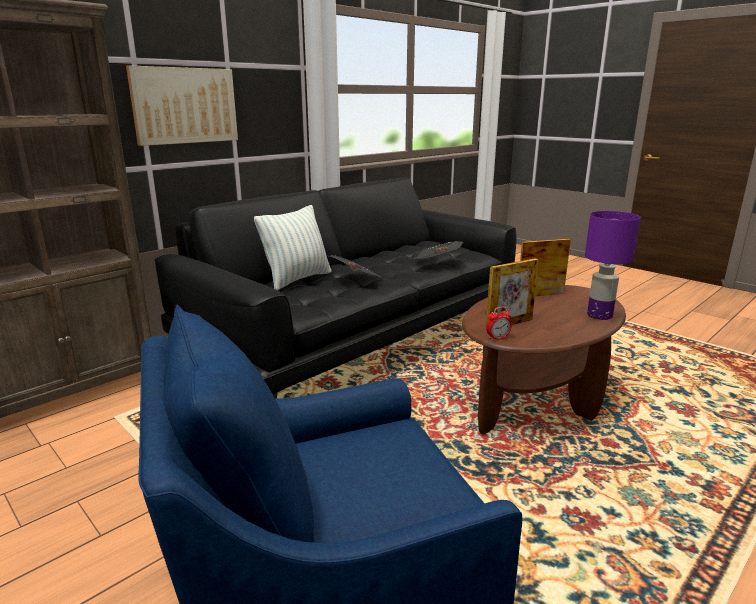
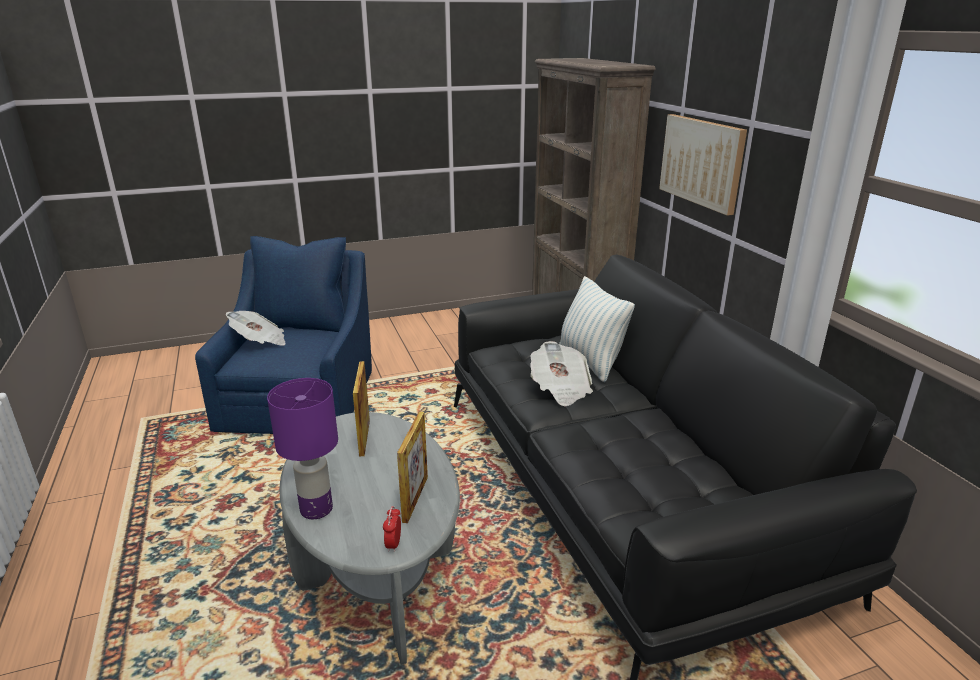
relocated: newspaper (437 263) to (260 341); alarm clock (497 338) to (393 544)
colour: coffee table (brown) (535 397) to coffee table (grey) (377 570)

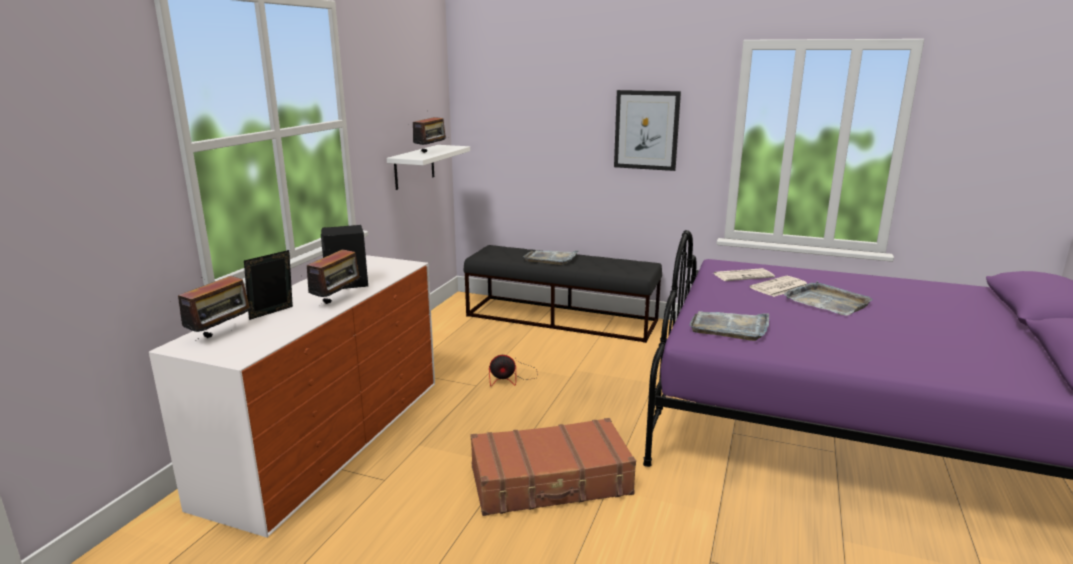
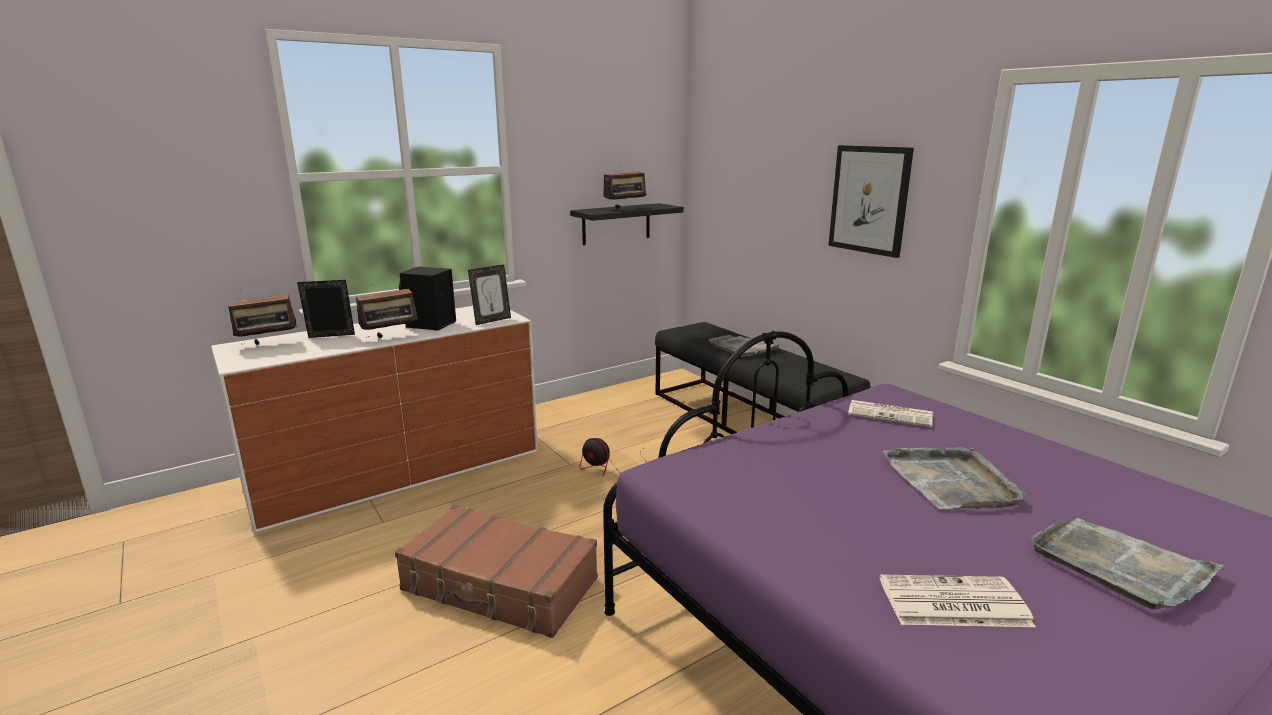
appeared: picture frame (492 320)
relocated: newspaper (779 287) to (952 603); tray (grey) (729 327) to (1119 565)
colour: shelf (white) (414 167) to shelf (black) (616 224)

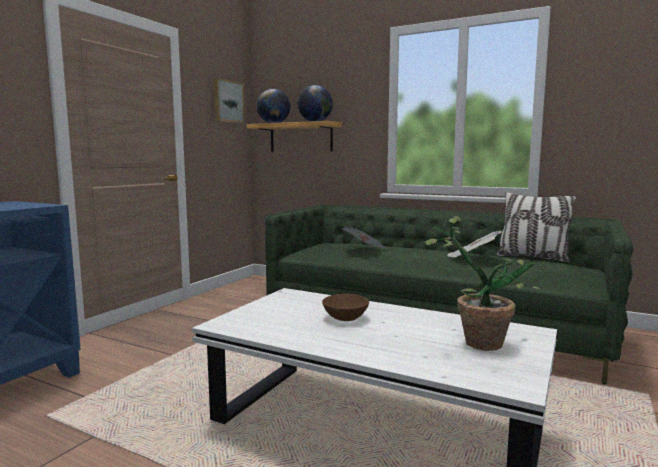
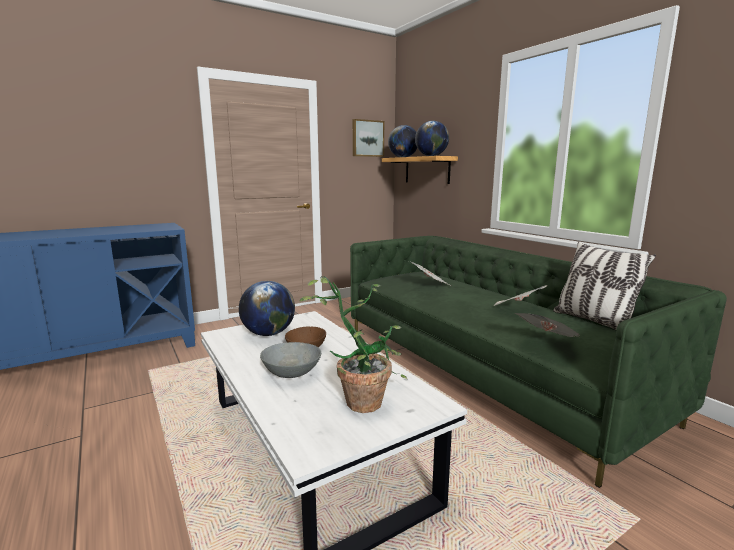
appeared: globe (268 334); bowl (grey) (291 373); newspaper (547 342)

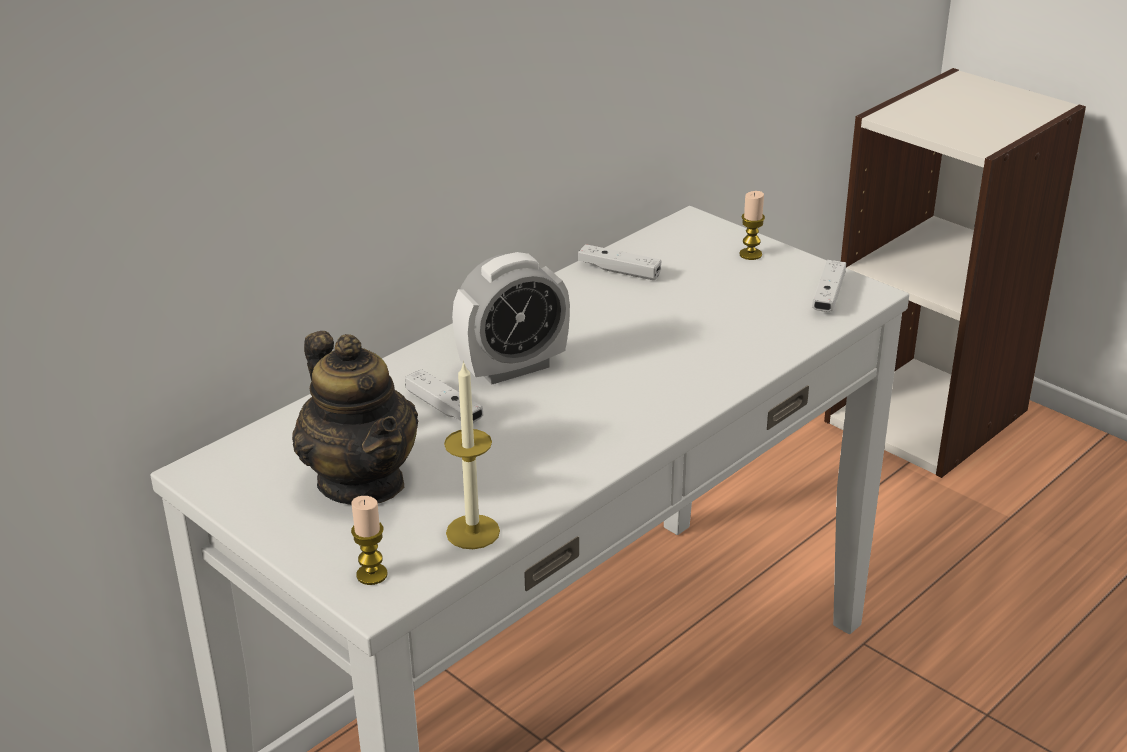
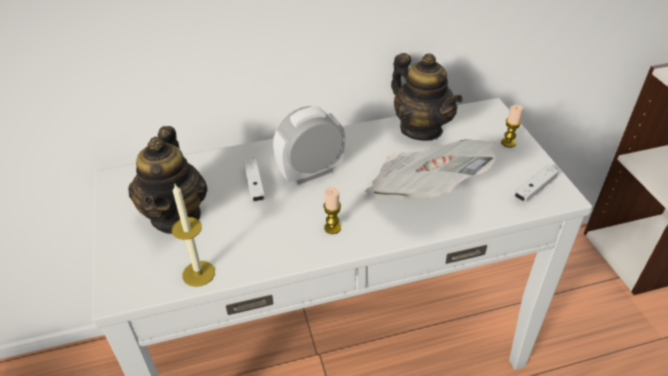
appeared: newspaper (424 191)
relocated: candle (372 575) to (332 228)
exchanged: game controller (white) (619 271) to teapot (421 129)
spun: alarm clock (513 368) = (311 172) 150 degrees clockwise

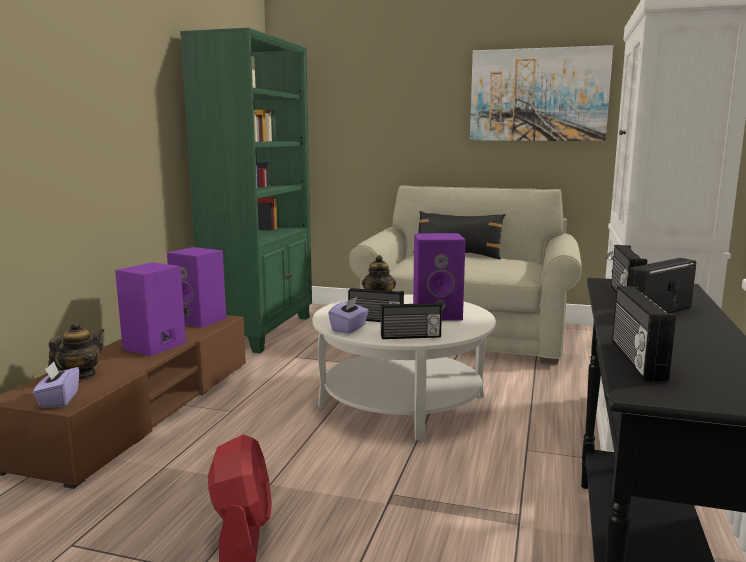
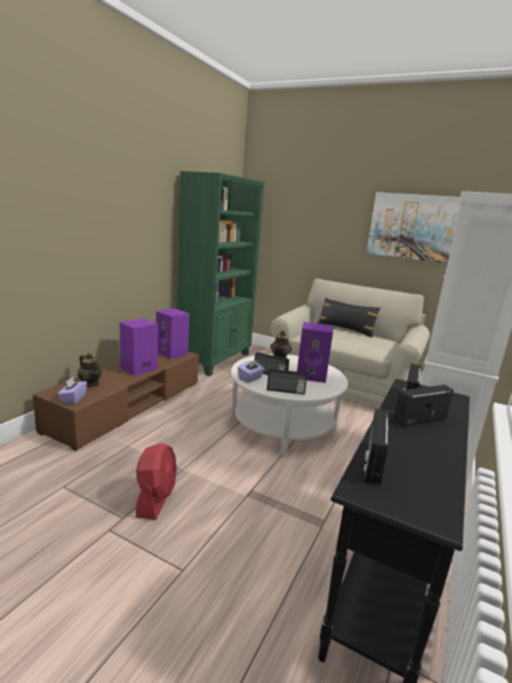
spun: teapot (80 376) = (90 384) 90 degrees clockwise

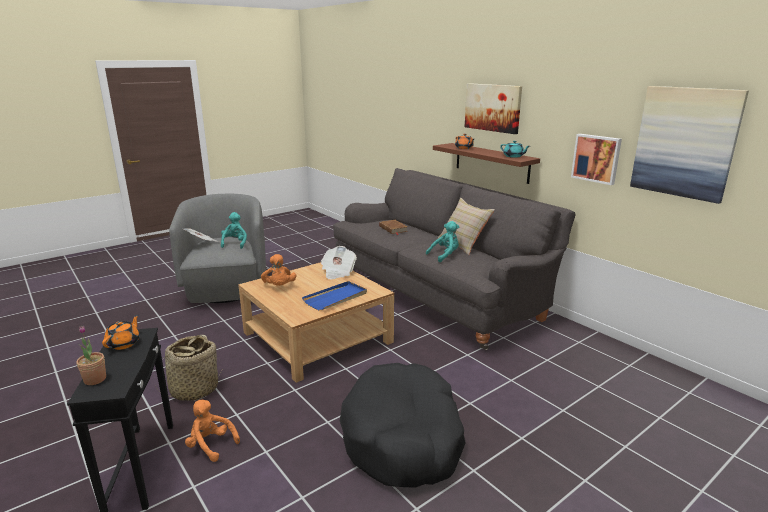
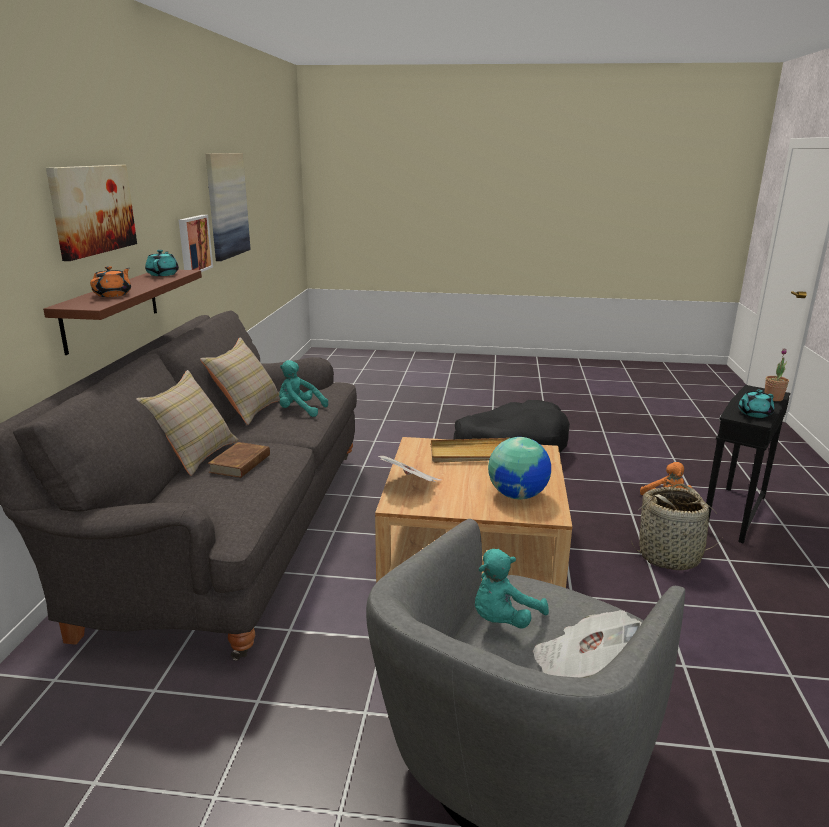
appeared: pillow (beige) (194 455)
exchanged: plush toy (orange) (279 286) to globe (518 495)
colour: tray (blue) (336 298) to tray (beige) (471 454); teapot (orange) (124 343) to teapot (turquoise) (754 414)

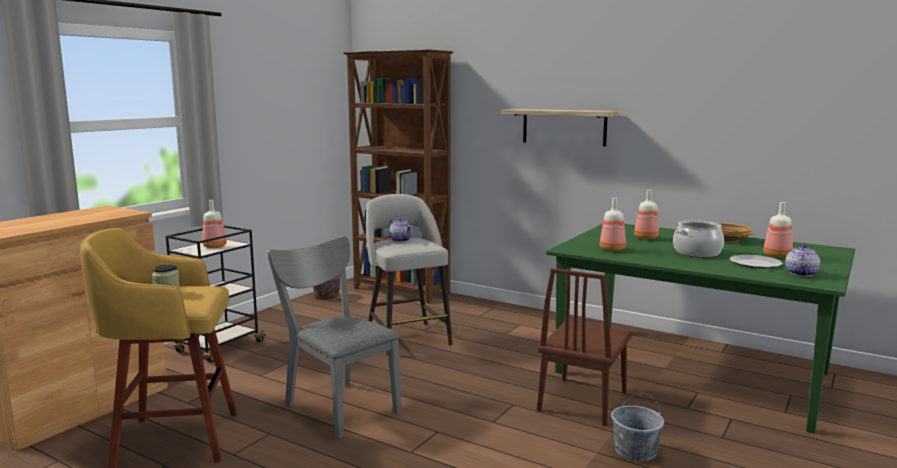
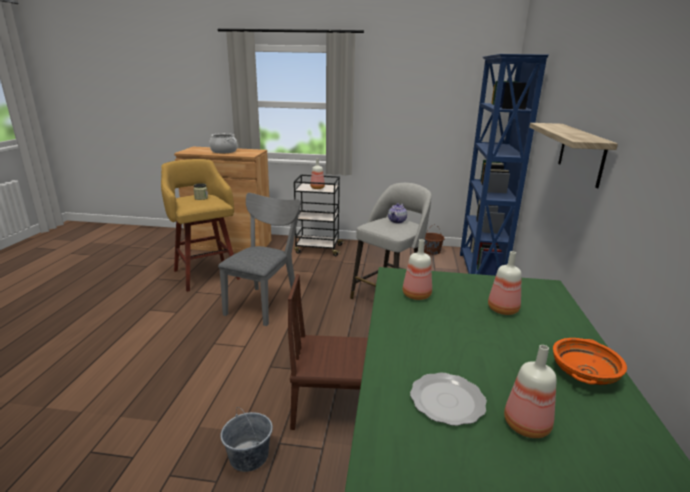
missing: teapot (800 273)
relocated: cooking pot (697 253) to (223 151)
colour: bookcase (brown) (401 291) to bookcase (blue) (479 271); bowl (beige) (728 240) to bowl (orange) (583 373)

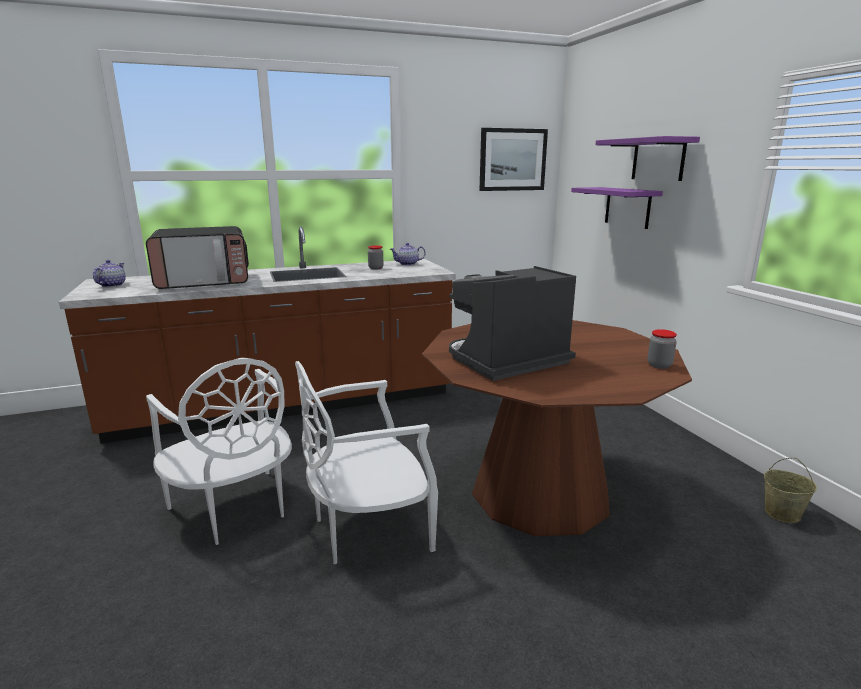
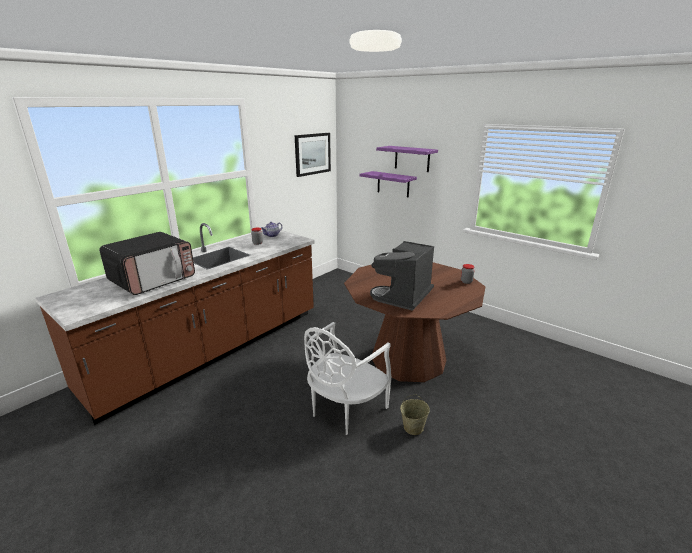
missing: teapot (112 285); chair (white) (235 509)
relocated: bucket (beige) (782 513) to (413 427)

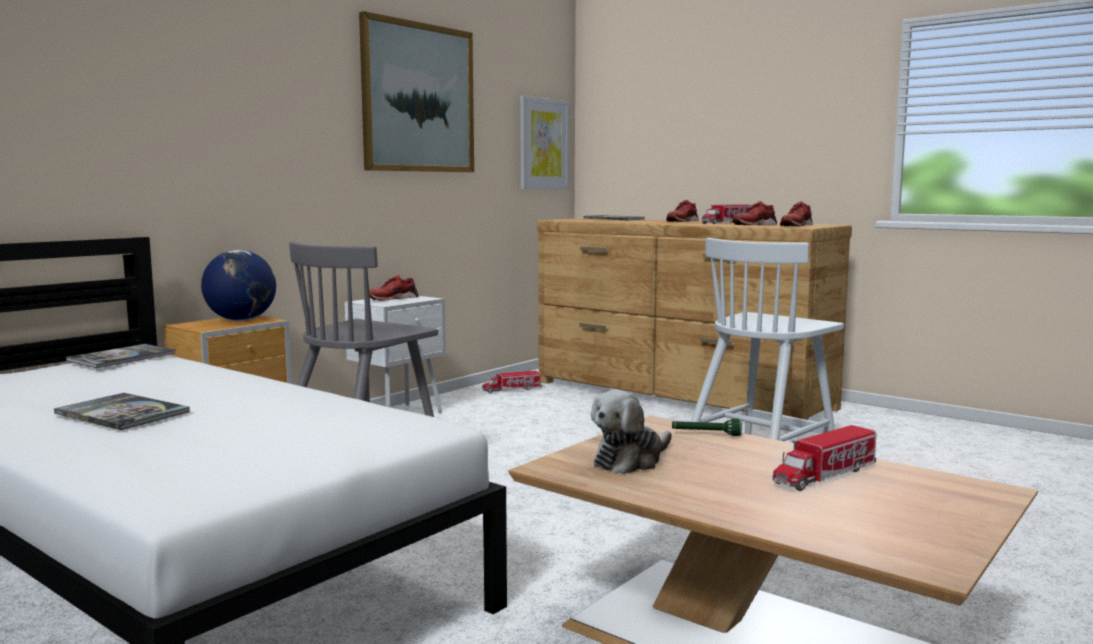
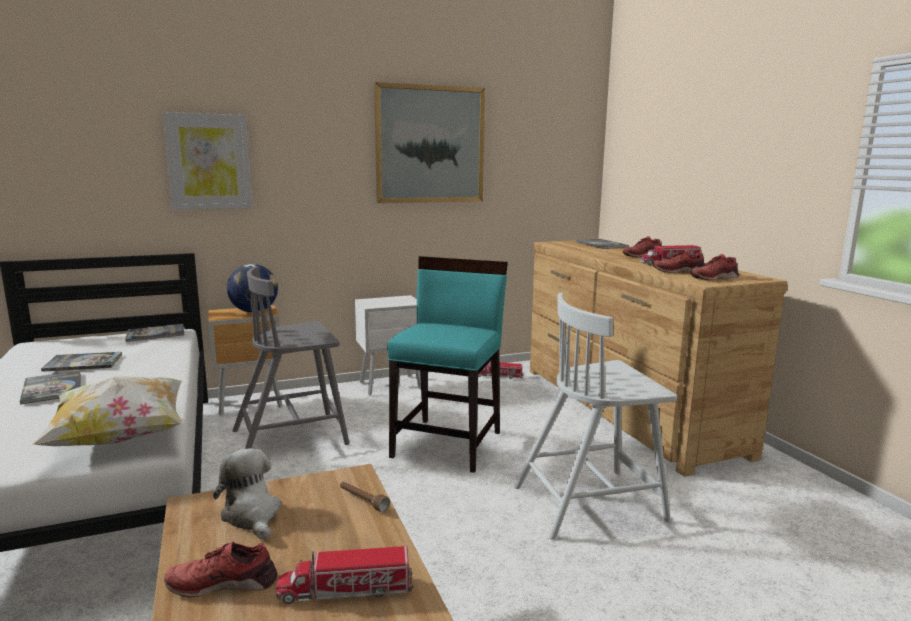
appeared: pillow (121 437); book (83 363); chair (turquoise) (448 444)
relocated: picture (543 144) to (209 162); shoe (red) (392 298) to (223 582)
colour: flashlight (green) (706 434) to flashlight (brown) (362 501)
spun: plush toy (630 460) = (252 515) 75 degrees clockwise

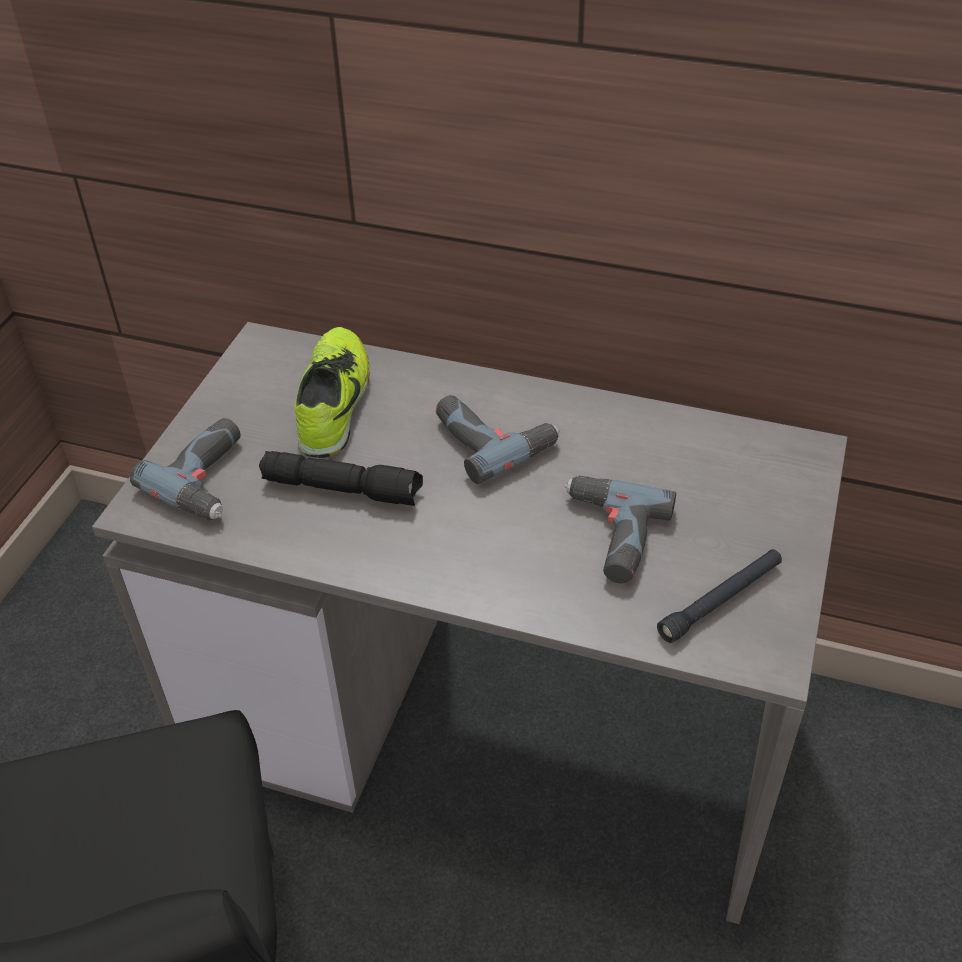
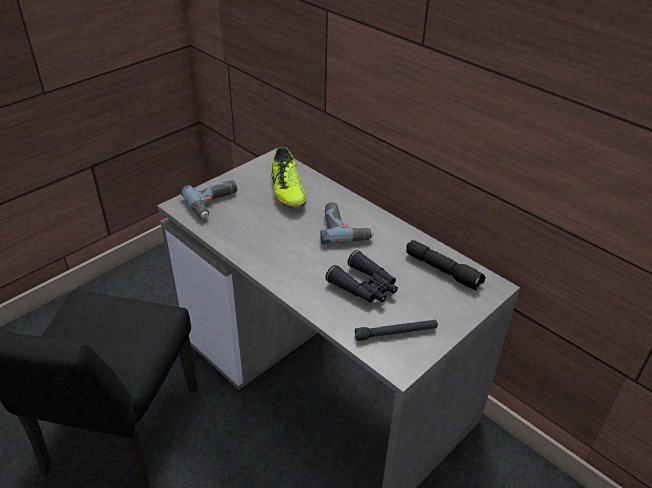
relocated: flashlight (black) (344 488) to (443 270)
exchanged: power drill (608 536) to binoculars (black) (364 286)
spun: shoe (334 402) = (287 191) 135 degrees clockwise

